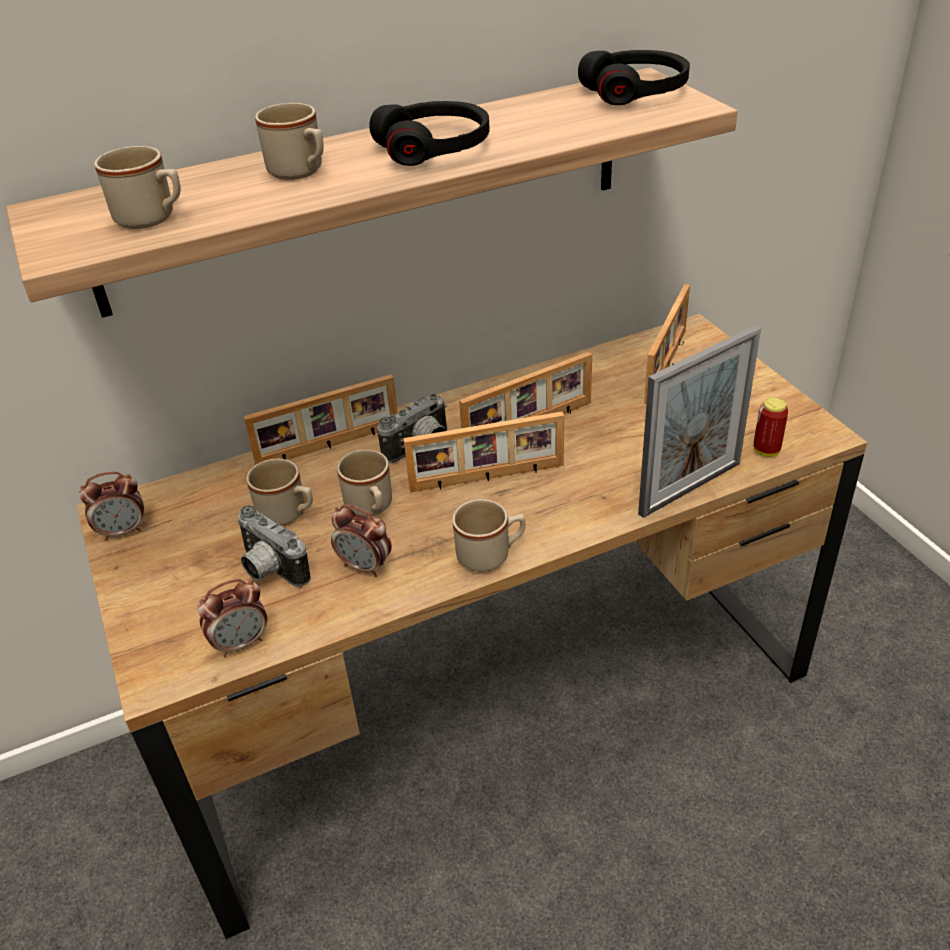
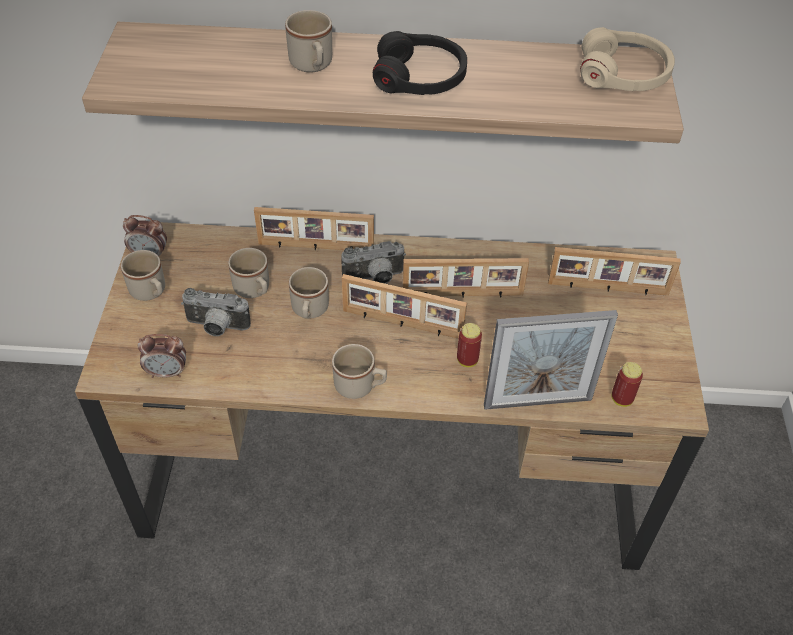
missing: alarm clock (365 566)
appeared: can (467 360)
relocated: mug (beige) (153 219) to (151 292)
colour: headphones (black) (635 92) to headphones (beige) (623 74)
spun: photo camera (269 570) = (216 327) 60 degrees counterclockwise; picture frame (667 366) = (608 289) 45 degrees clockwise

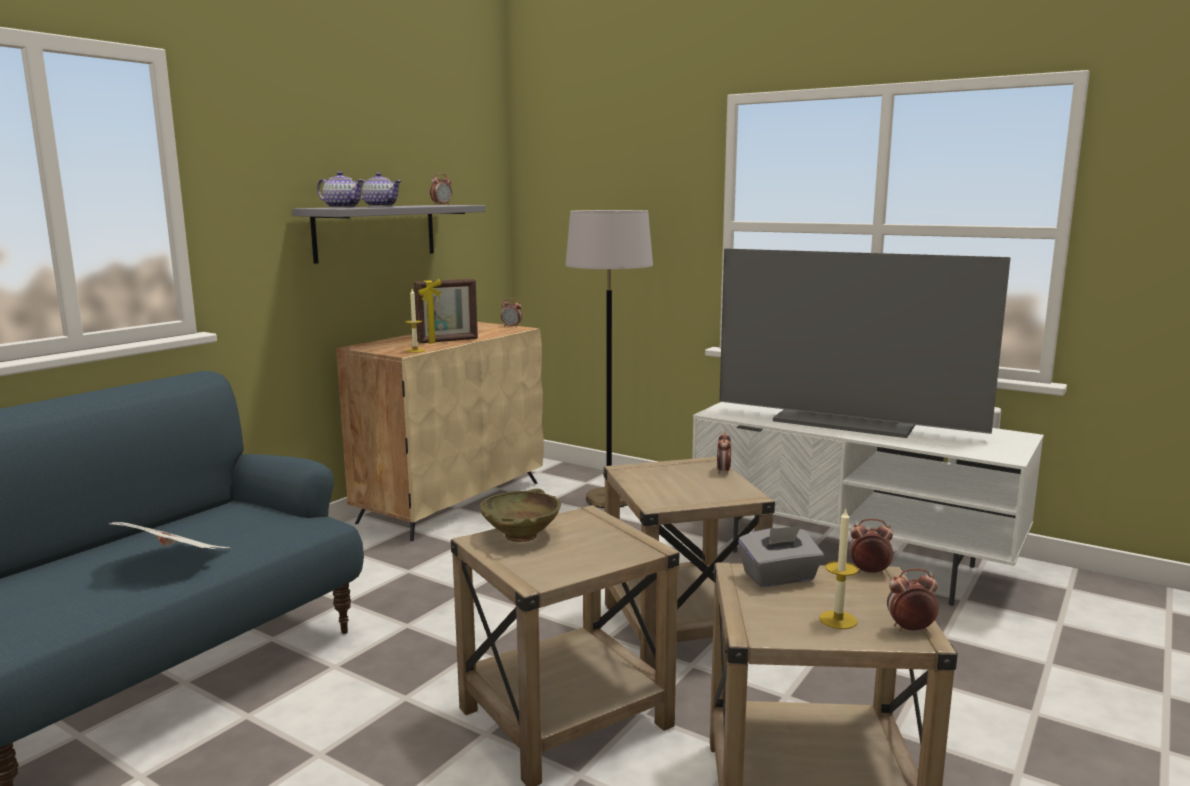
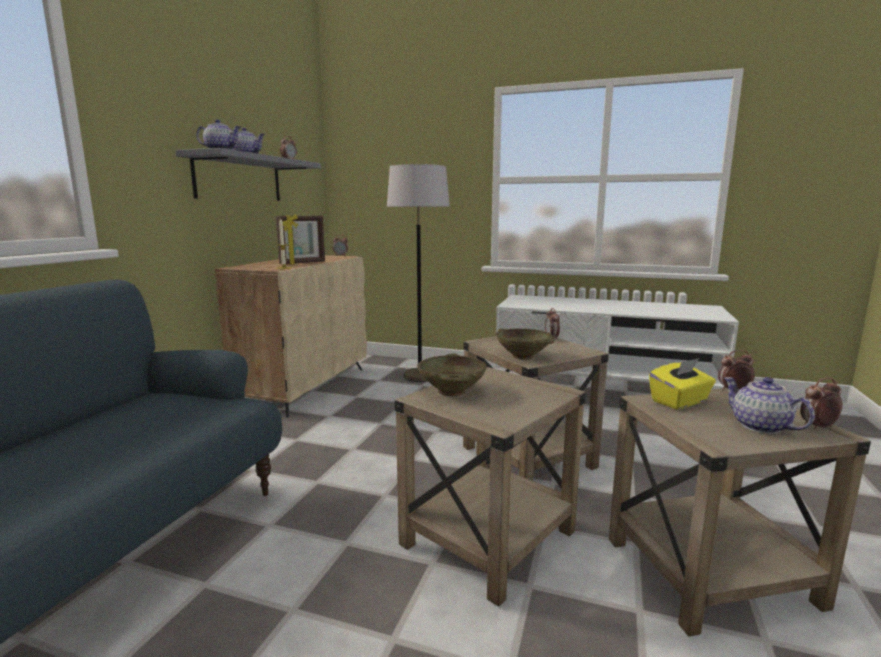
missing: newspaper (174 562); television (846 422)
appeared: bowl (beige) (523 356)
exchanged: candle (838 620) to teapot (761 426)
colour: tissue box (grey) (779 577) to tissue box (yellow) (680 401)

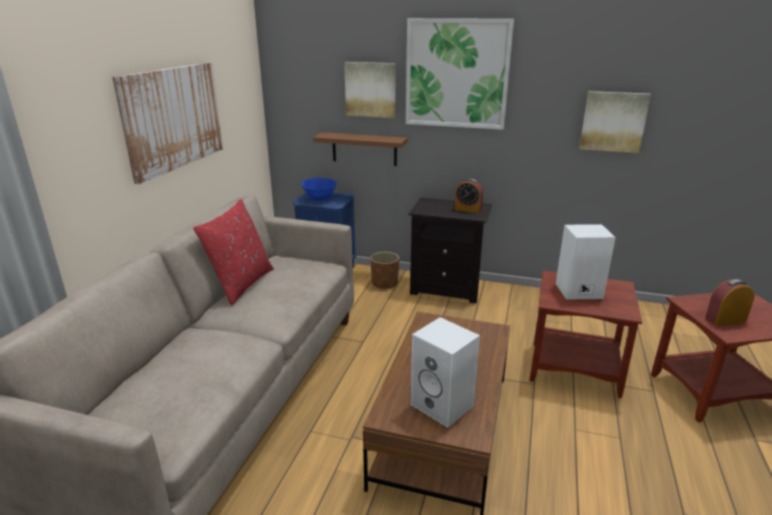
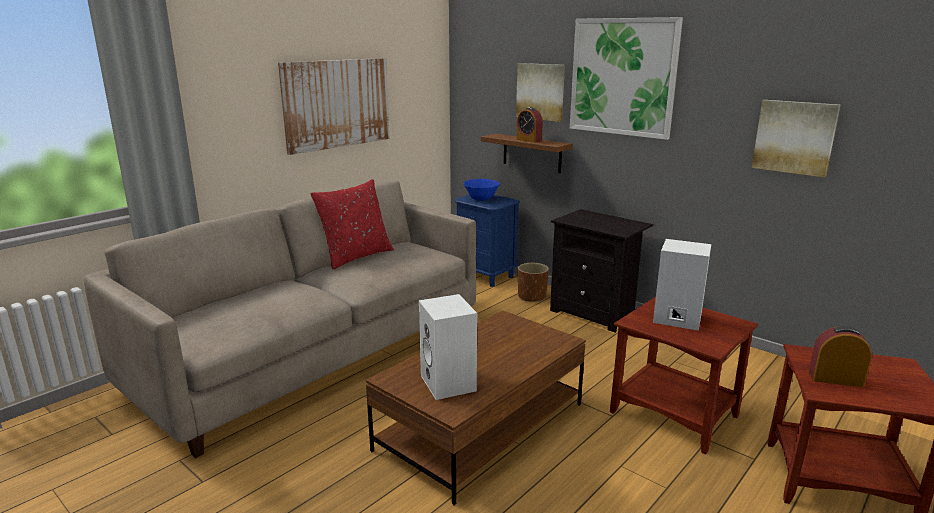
relocated: alarm clock (468 209) to (529 140)

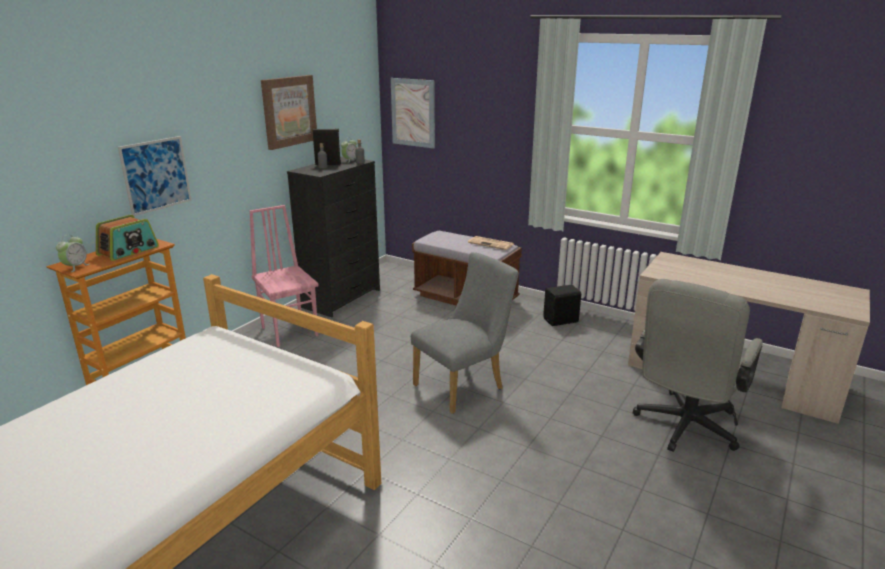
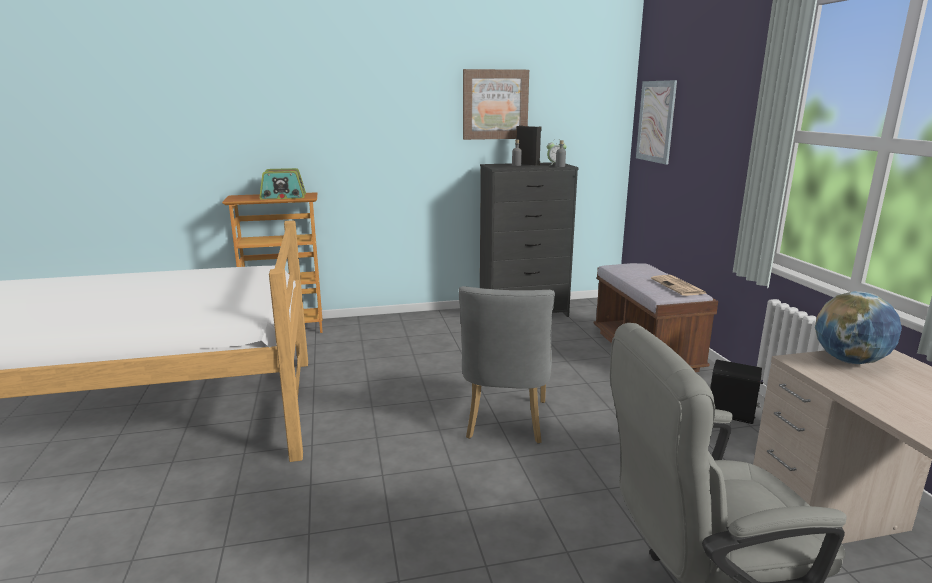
missing: alarm clock (75 267); picture (156 175); chair (pink) (290 331)
appeared: globe (850 361)
spun: chair (grey) (464 385) = (505 423) 90 degrees clockwise

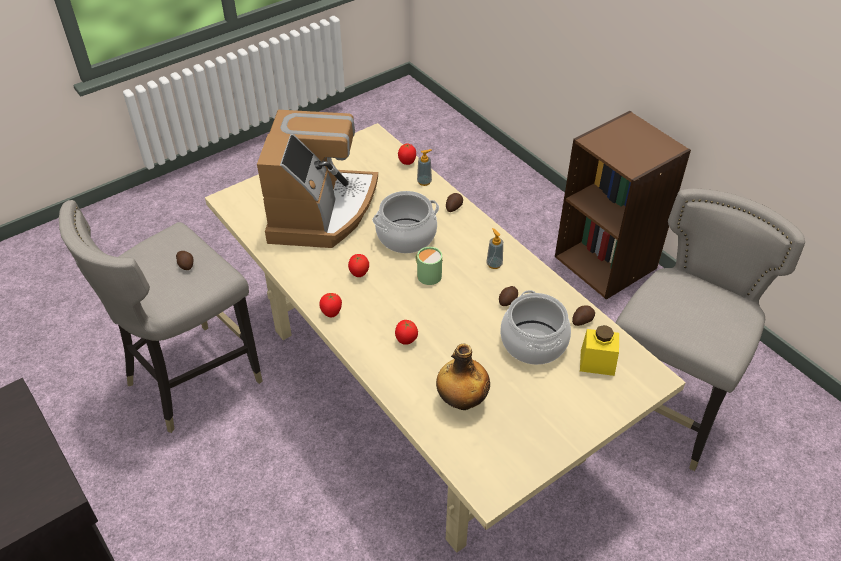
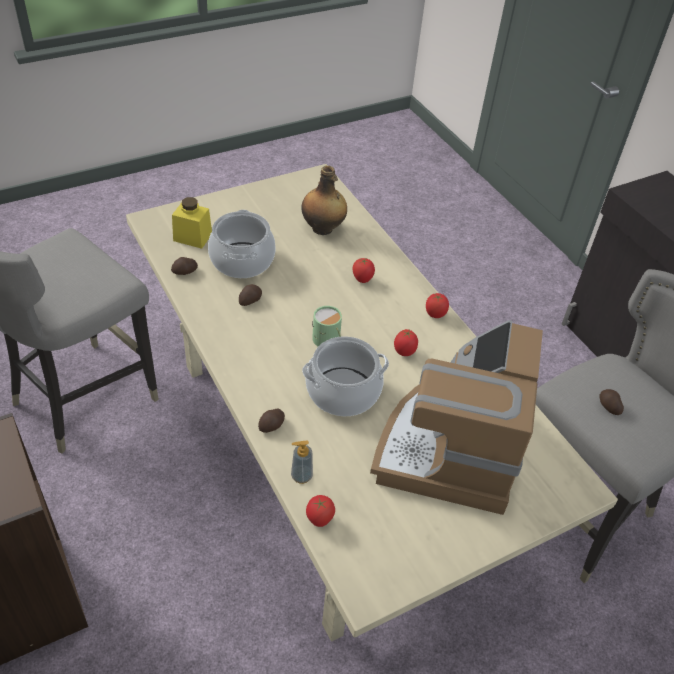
missing: soap dispenser (494 264)

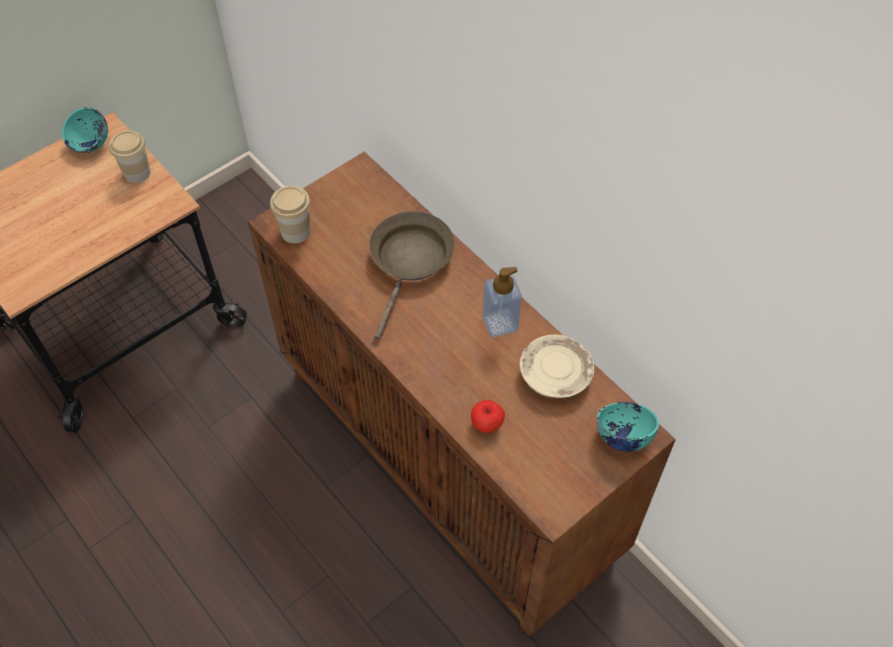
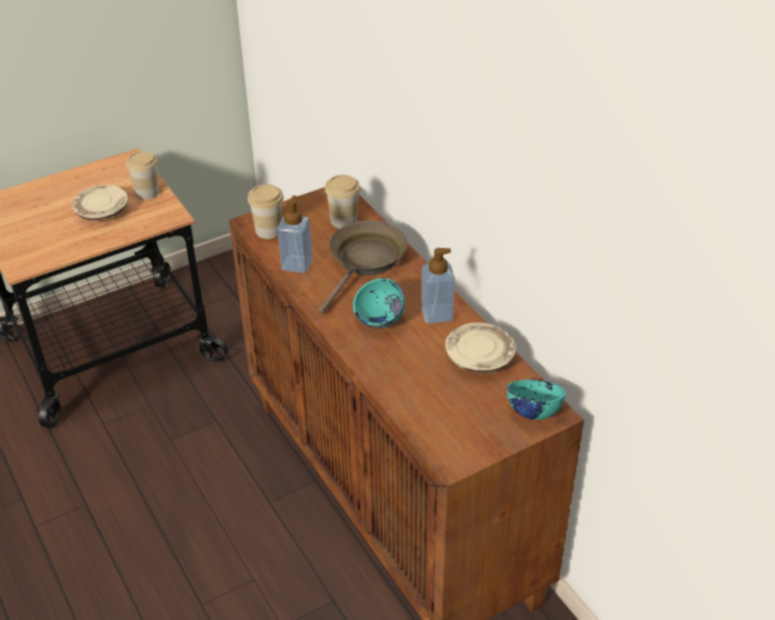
missing: apple (487 424)
appeared: plate (beige) (102 211); soap dispenser (297 264); cup (343 221)
relocated: bowl (turquoise) (90 144) to (379 320)

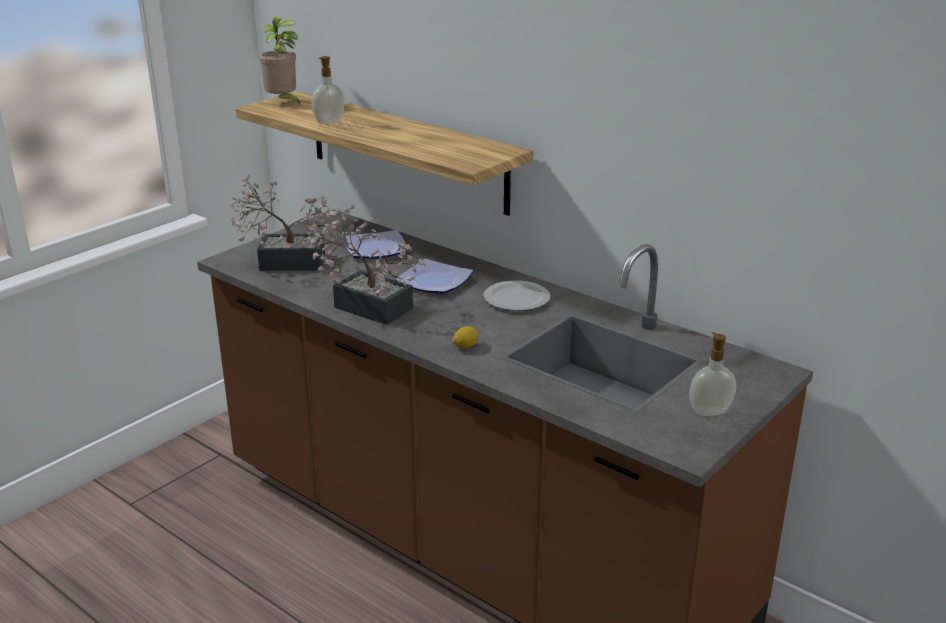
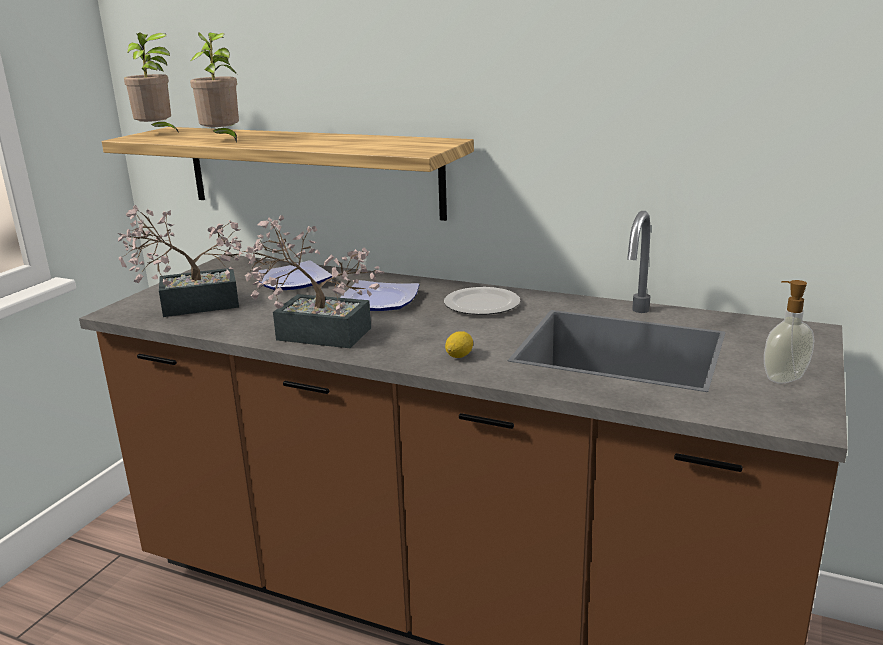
exchanged: soap dispenser (328 122) to potted plant (222 140)

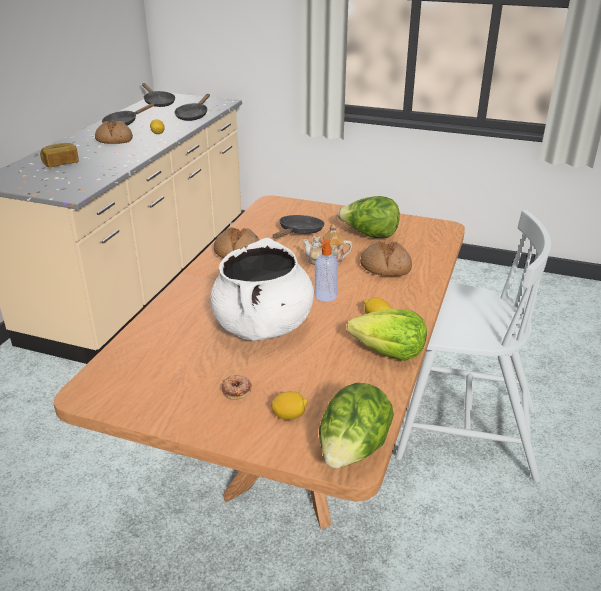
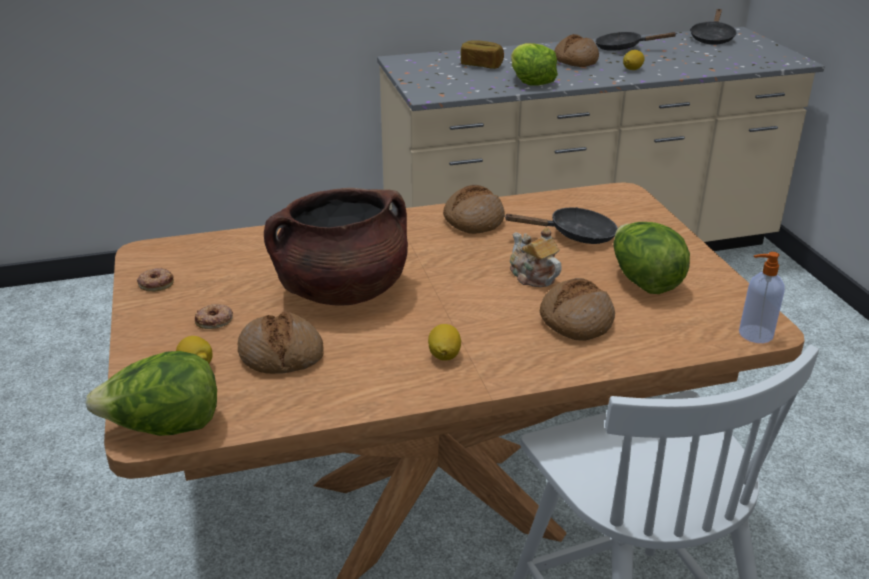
missing: frying pan (black) (193 116)
appeared: donut (156 283); bread (281 354)
relocated: lettuce (389 352) to (530 81); soap dispenser (325 296) to (754 334)
colour: cooking pot (white) (263 326) to cooking pot (brown) (342 291)

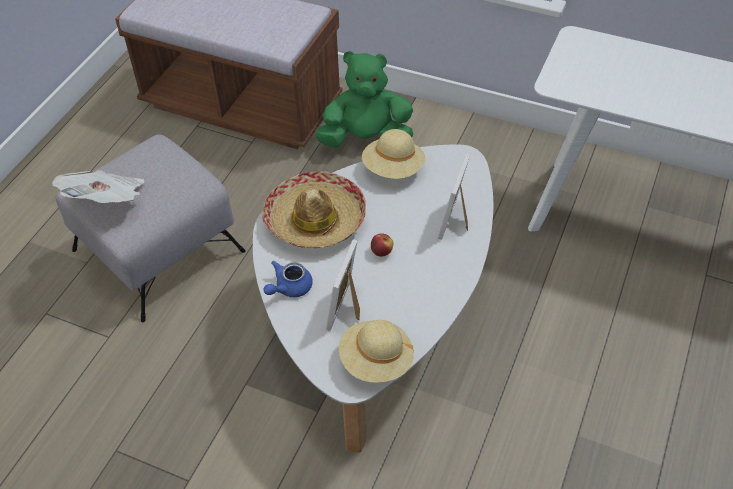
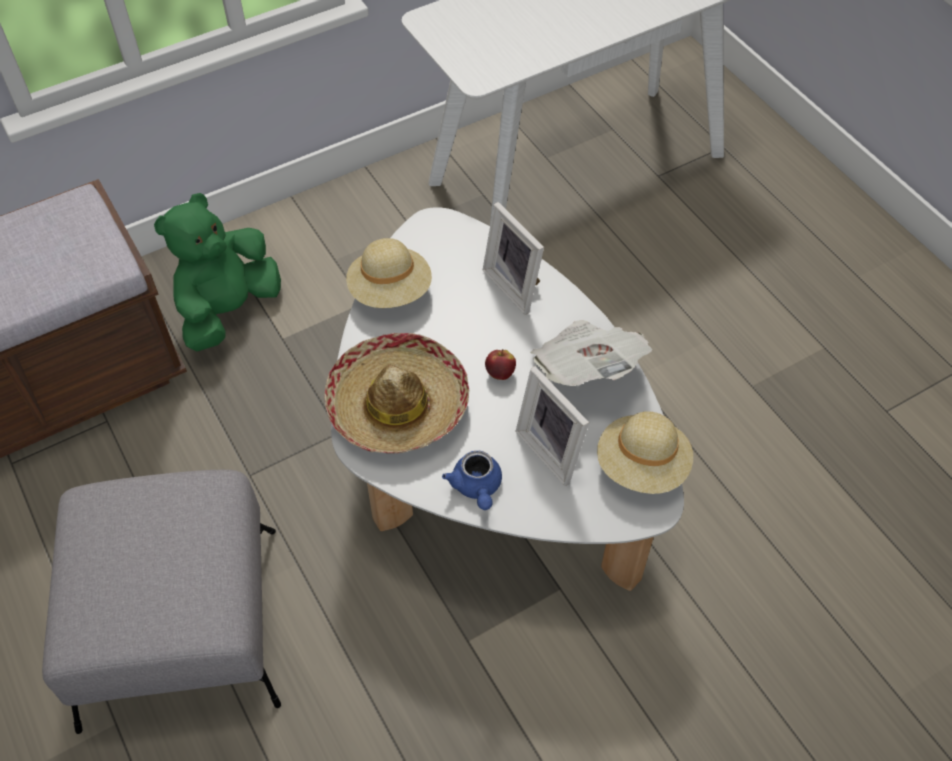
relocated: newspaper (107 201) to (586 369)

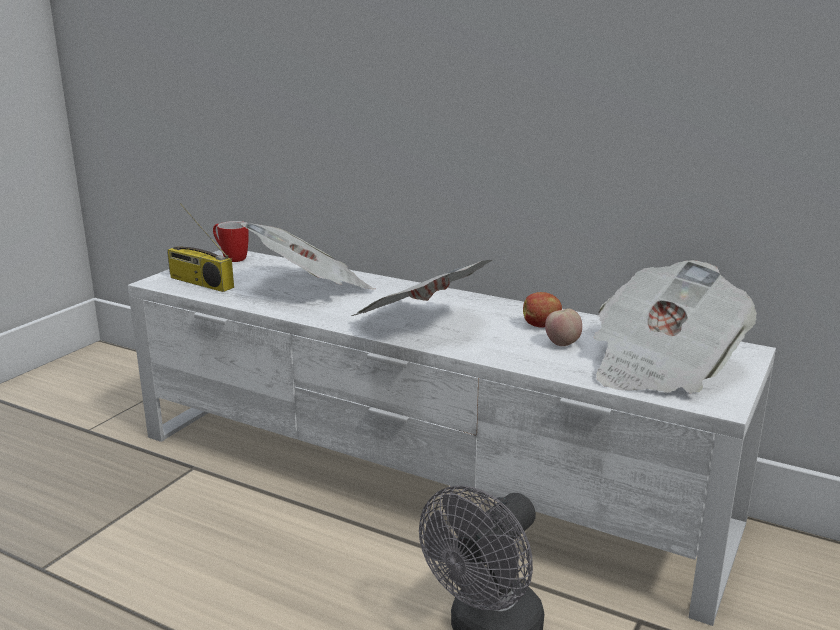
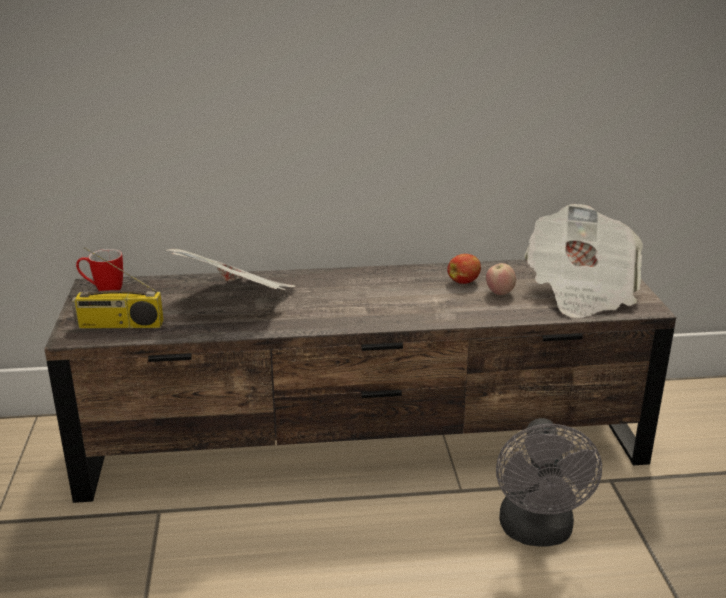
missing: newspaper (420 324)
colour: tv stand (white) (423 478) to tv stand (brown) (365 440)

